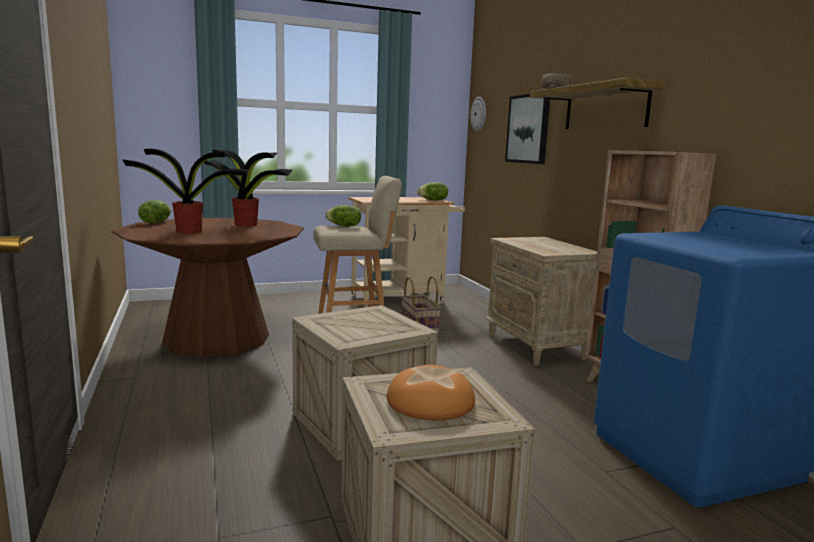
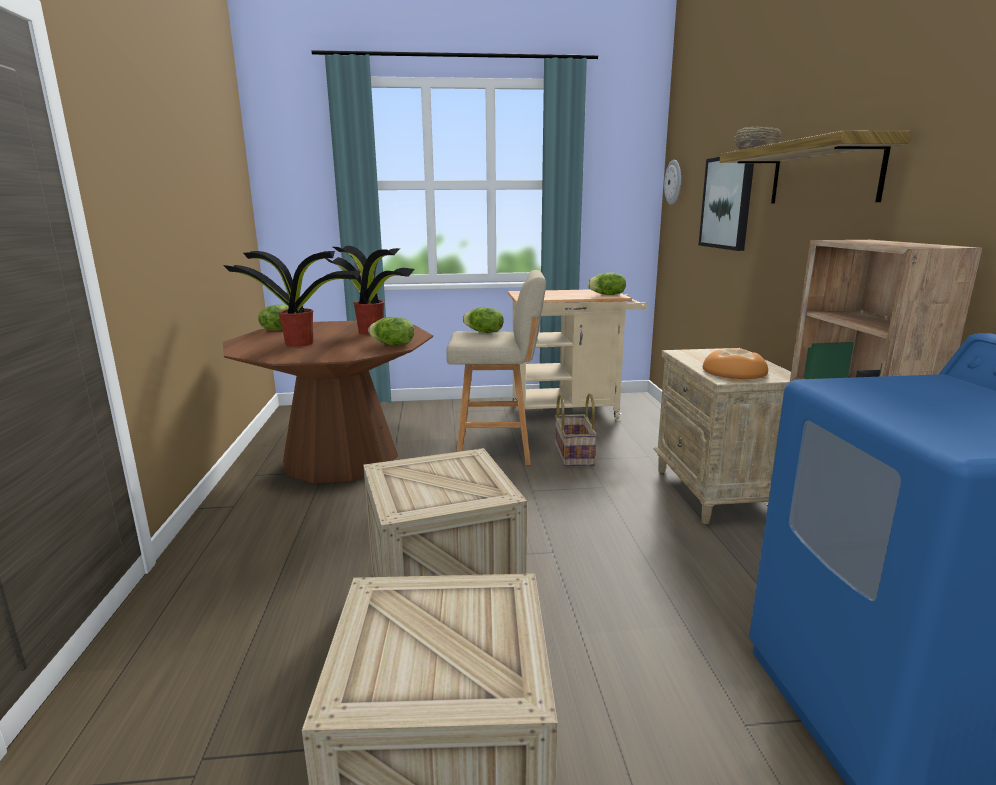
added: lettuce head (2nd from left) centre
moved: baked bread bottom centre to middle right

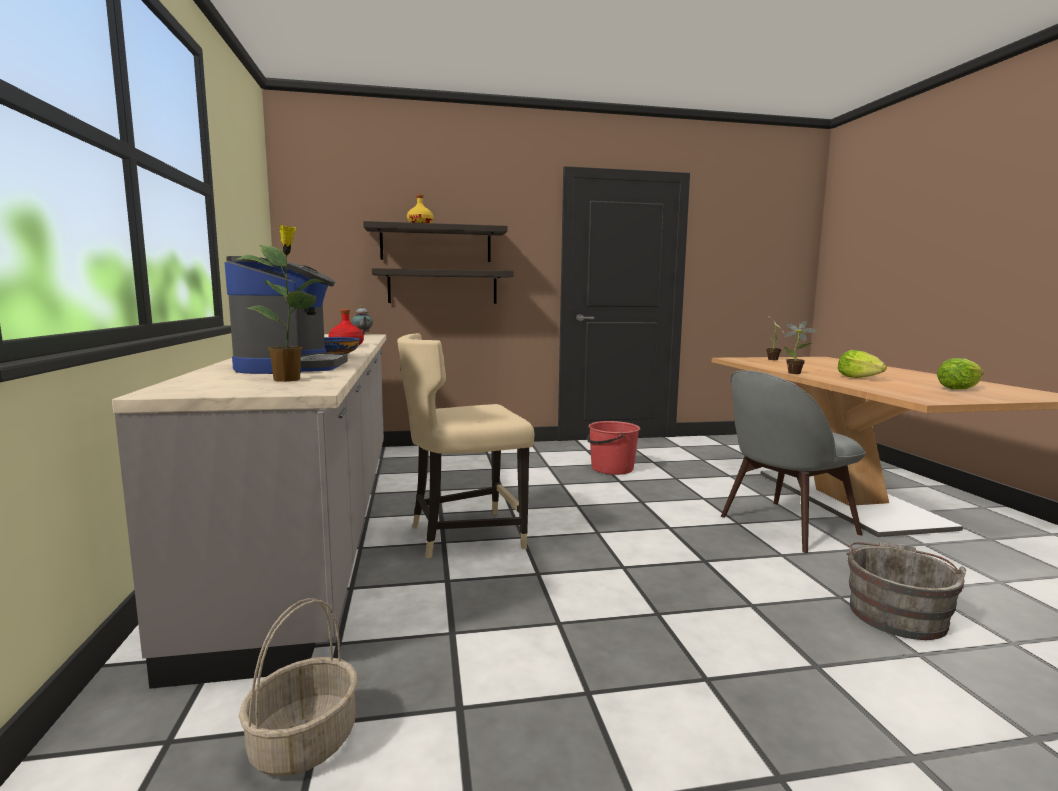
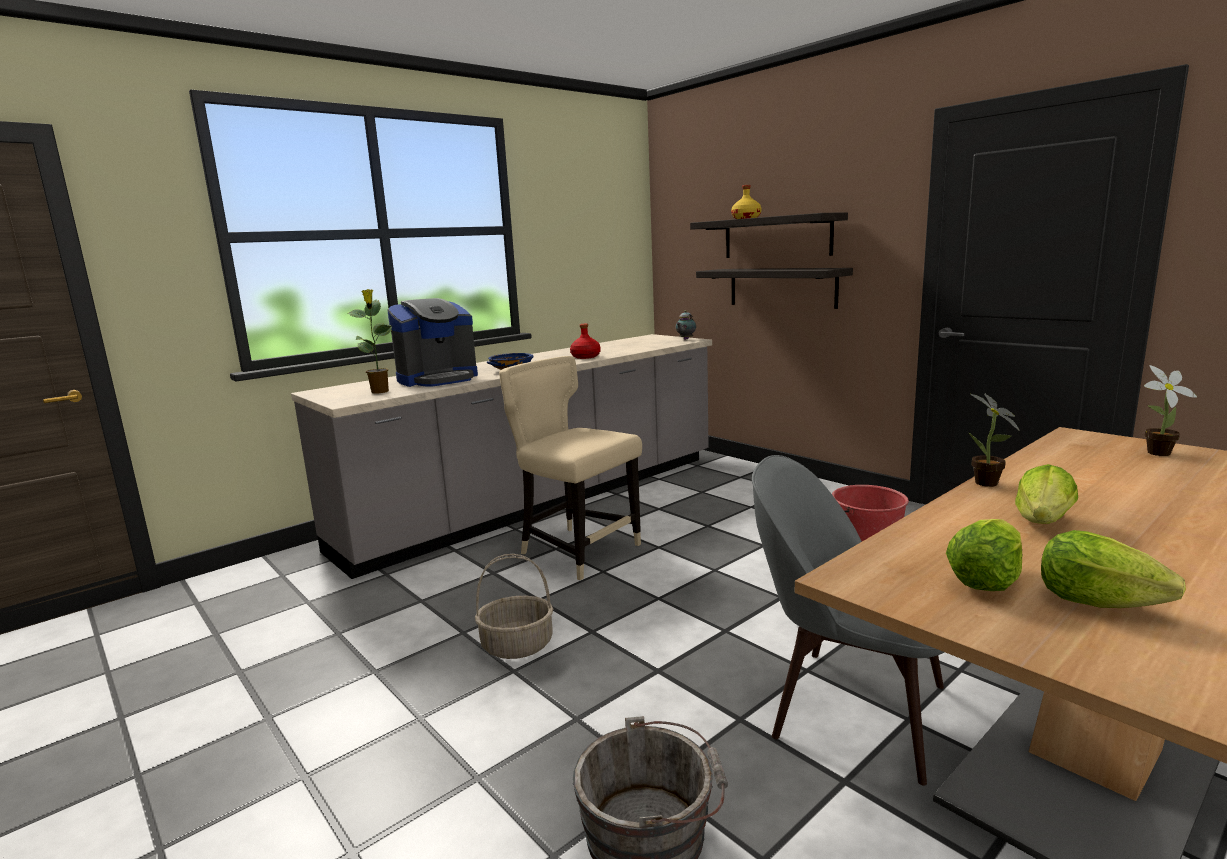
added: lettuce head (1st from left) middle right
moved: household basket bottom left to bottom centre

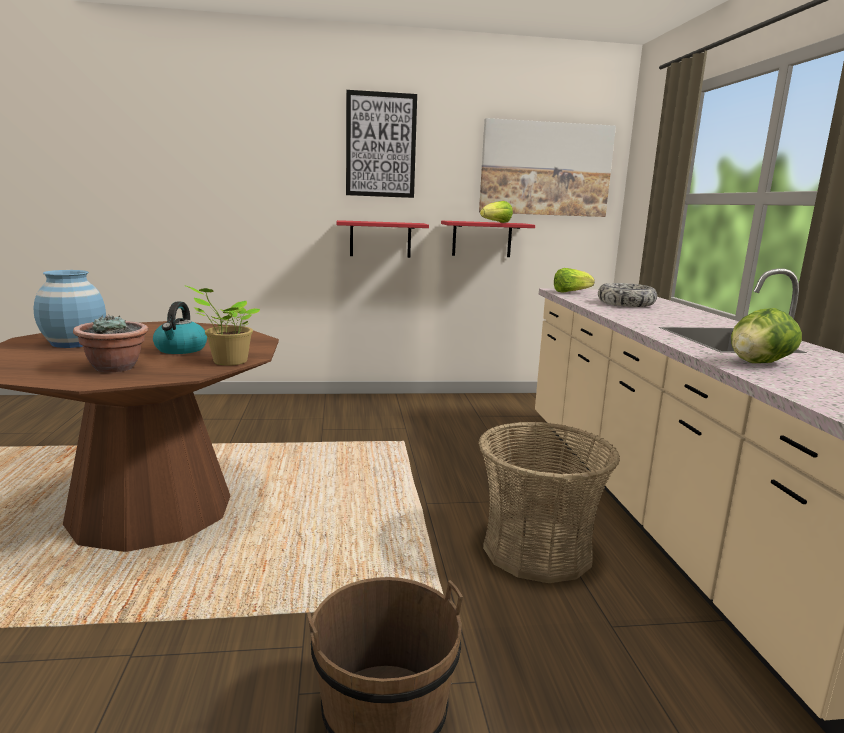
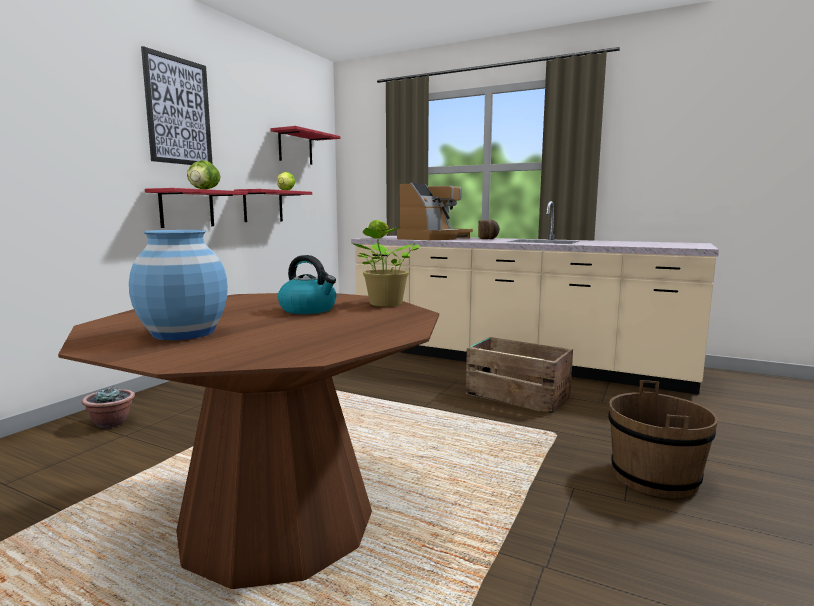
added: baked bread centre
moved: potted plant (1st from left) middle left to bottom left; lettuce head (3rd from left in the first image) middle right to lettuce head (1st from left) top left
replaced: household basket bottom centre to crate centre; picture (2nd from left) top centre to red wall shelf (3rd from left) top centre; deep dish middle right to coffee machine centre

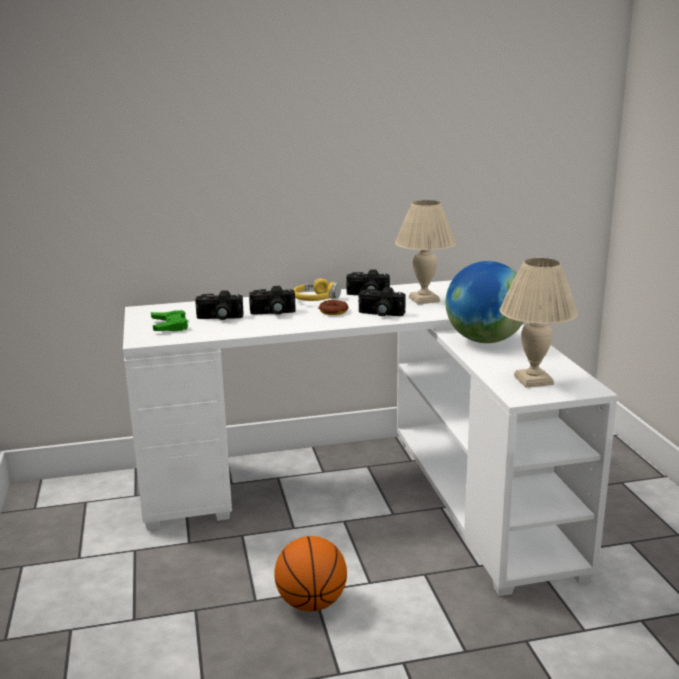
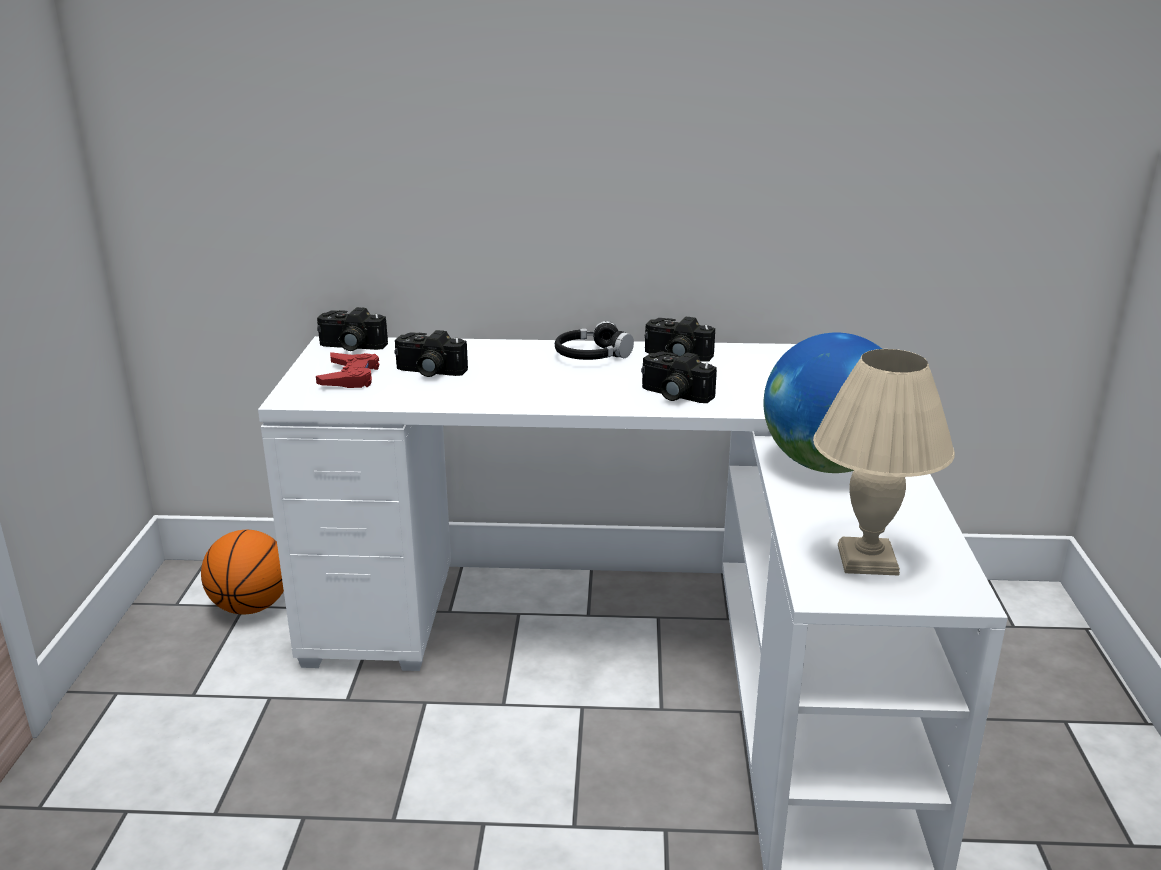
removed: doughnut centre; beige table lamp (1st from left) centre
moved: still camera (2nd from left in the first image) centre to still camera (1st from left) middle left; ball for basketball bottom centre to middle left
recoloured: green gamepad middle left to red gamepad middle left; yellow-coloured pair of headphones centre to black pair of headphones centre

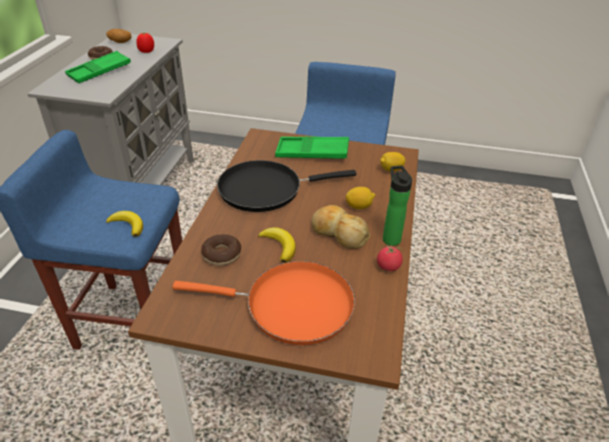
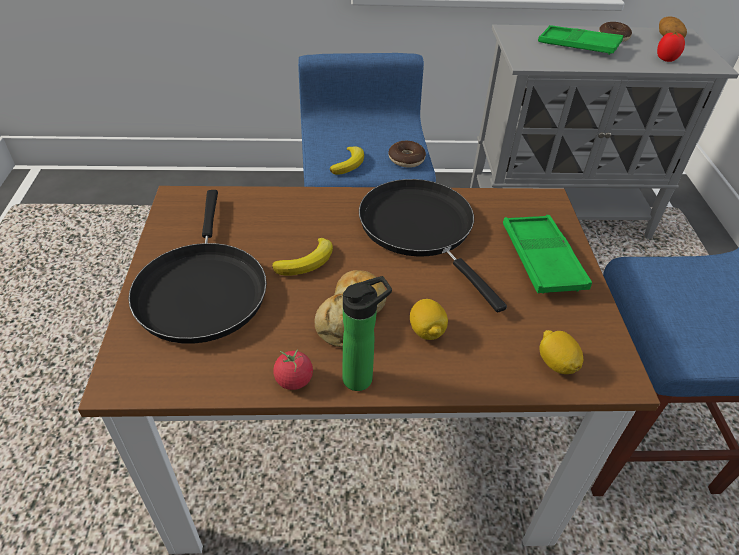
moved: doughnut (2nd from left in the first image) centre to doughnut (1st from left) top centre
recoloured: orange-coloured pan bottom centre to black pan (1st from left) middle left

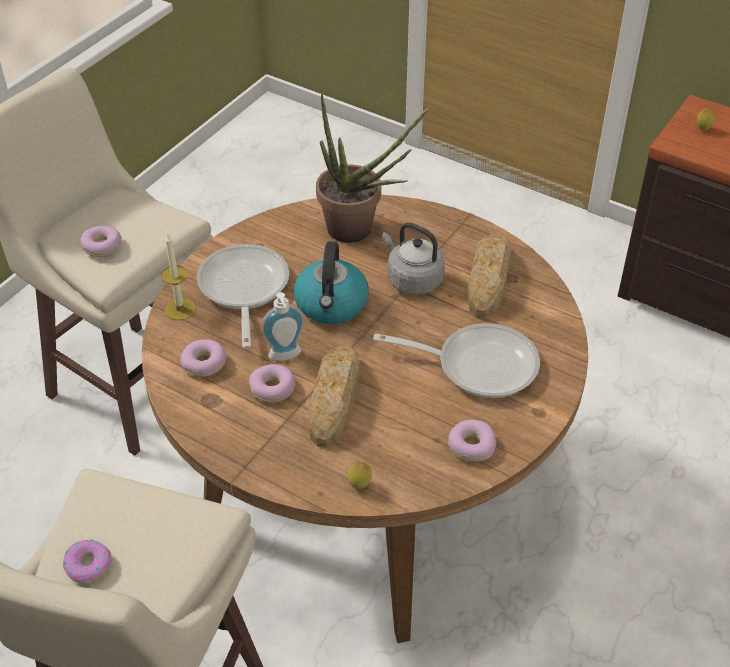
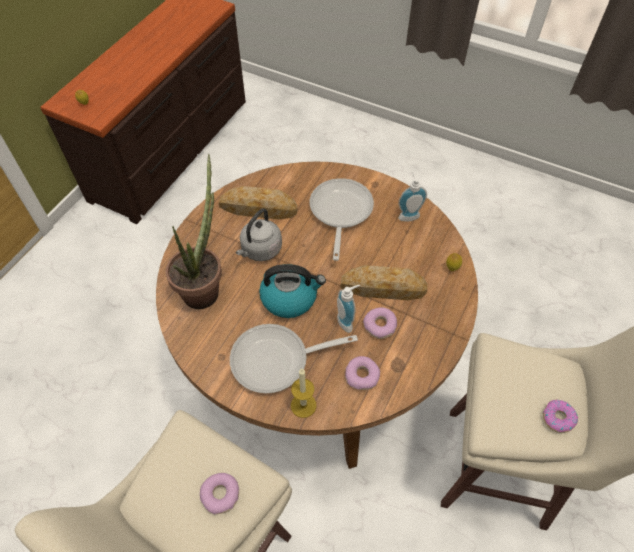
replaced: doughnut (5th from left) centre to soap bottle (2nd from left) centre

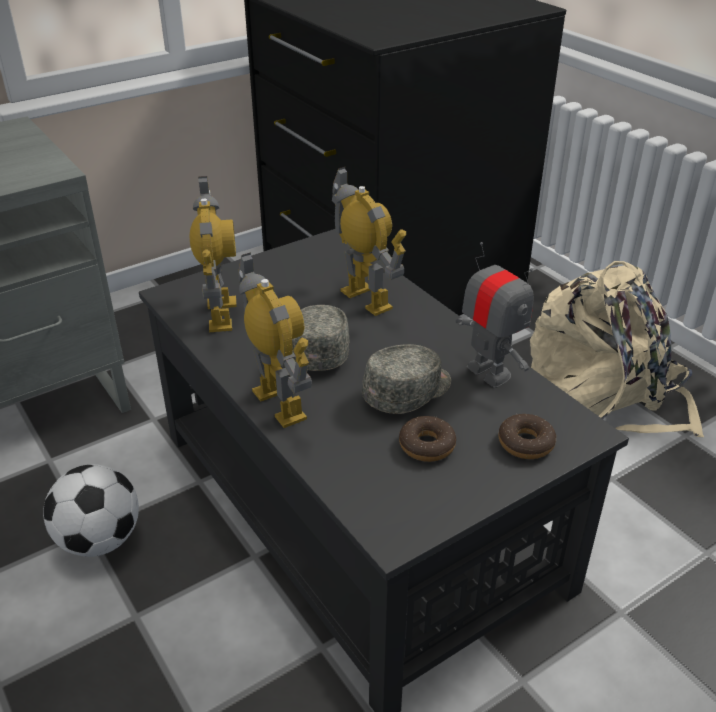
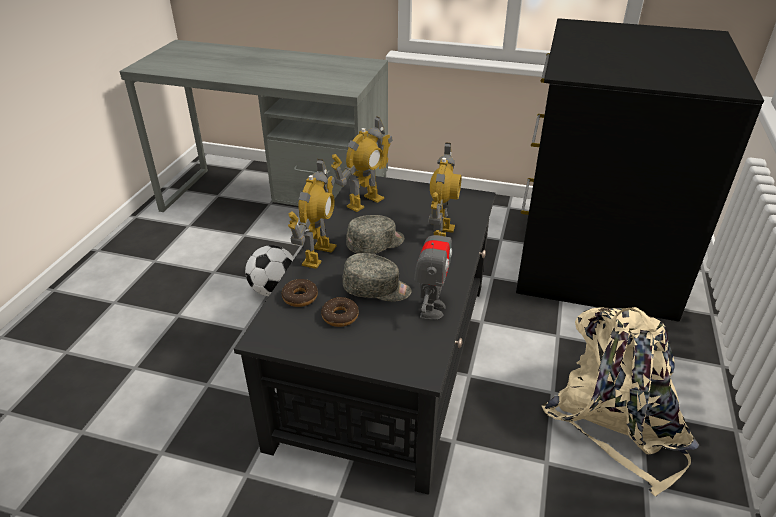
moved: doughnut (2nd from left in the first image) middle right to doughnut (1st from left) centre

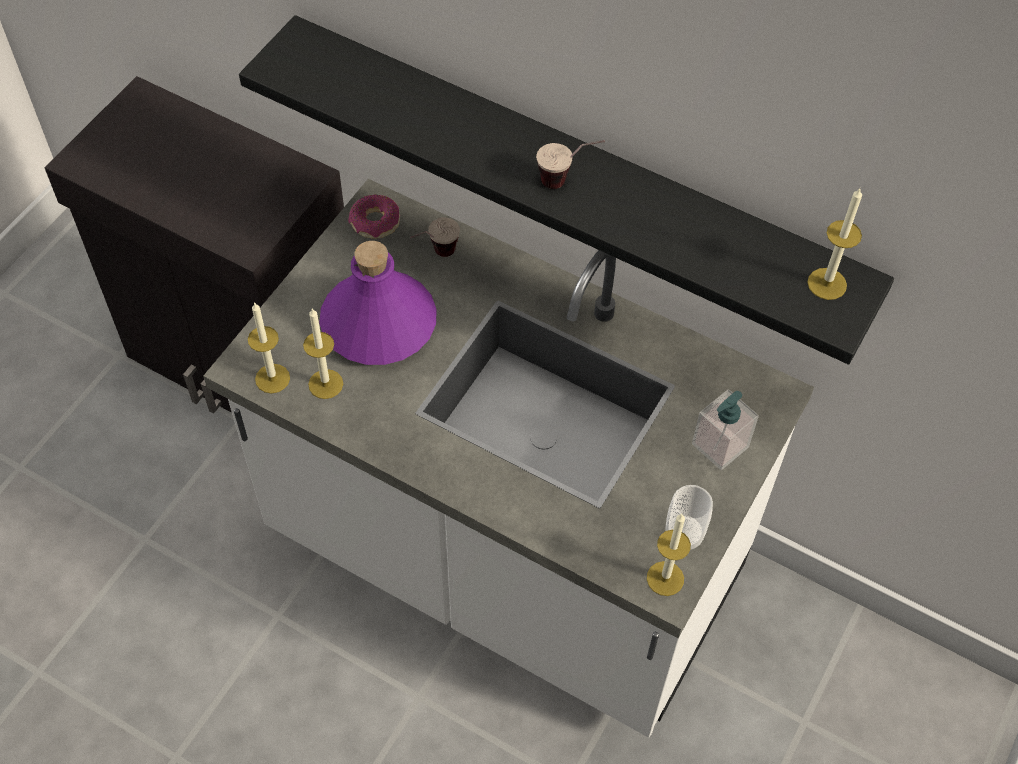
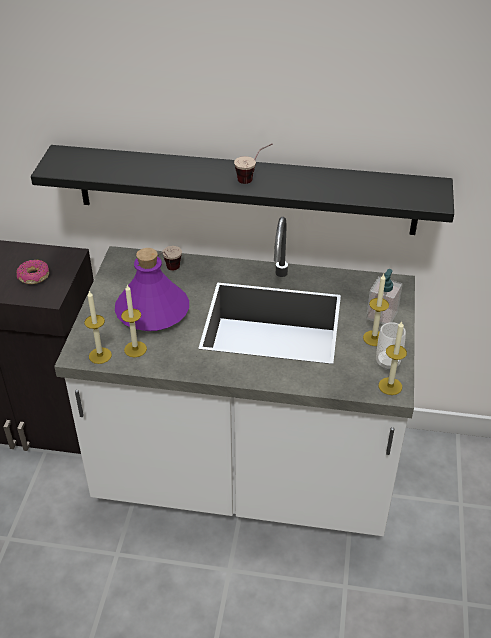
moved: doughnut top centre to middle left; wax candle (4th from left in the first image) top right to wax candle (3rd from left) middle right

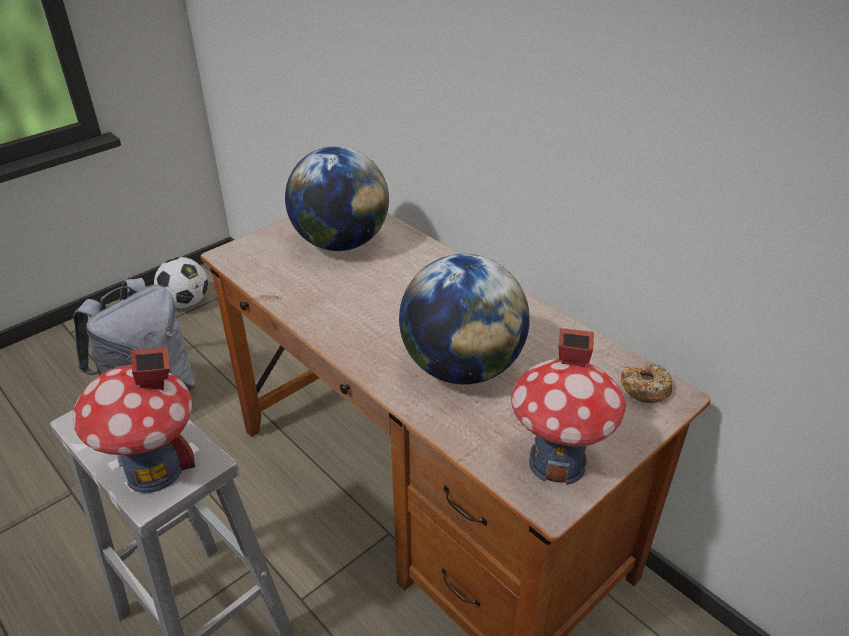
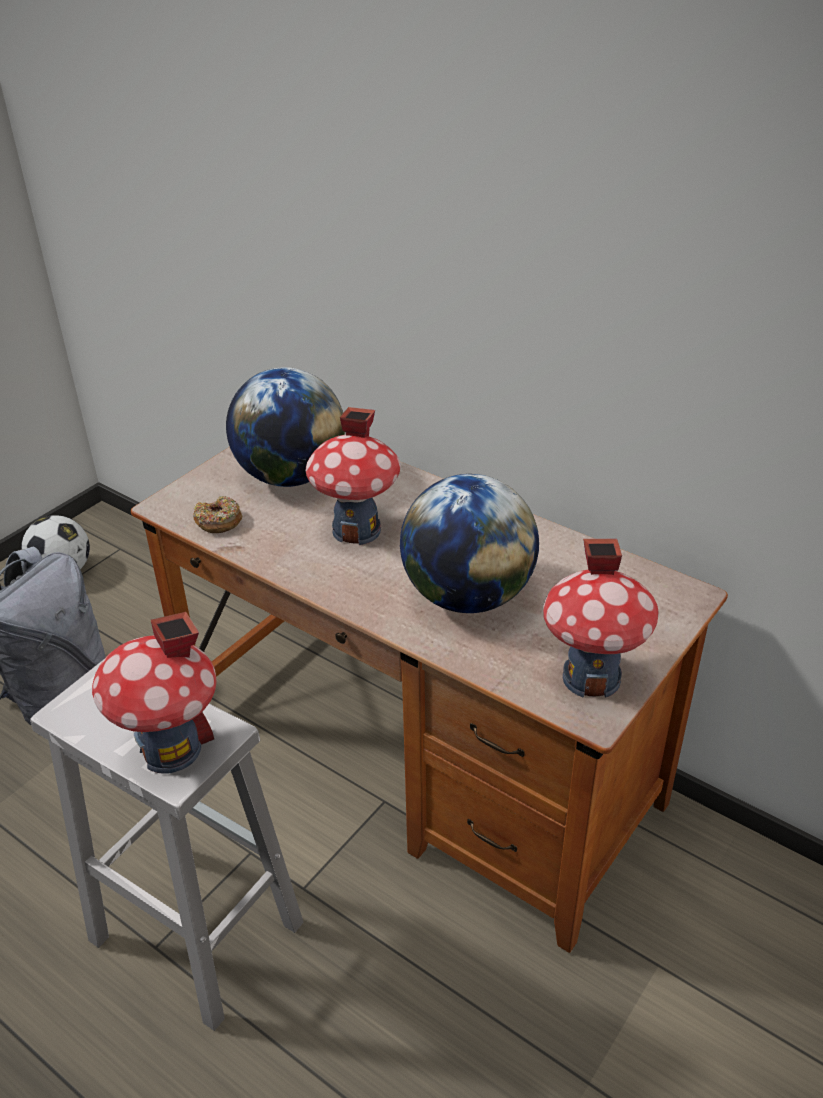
added: toy house (2nd from left) centre
moved: doughnut middle right to middle left

